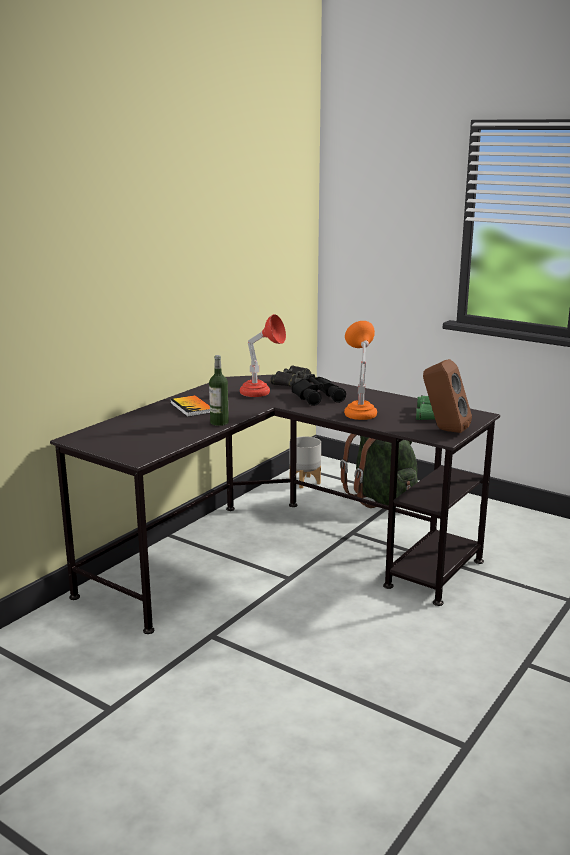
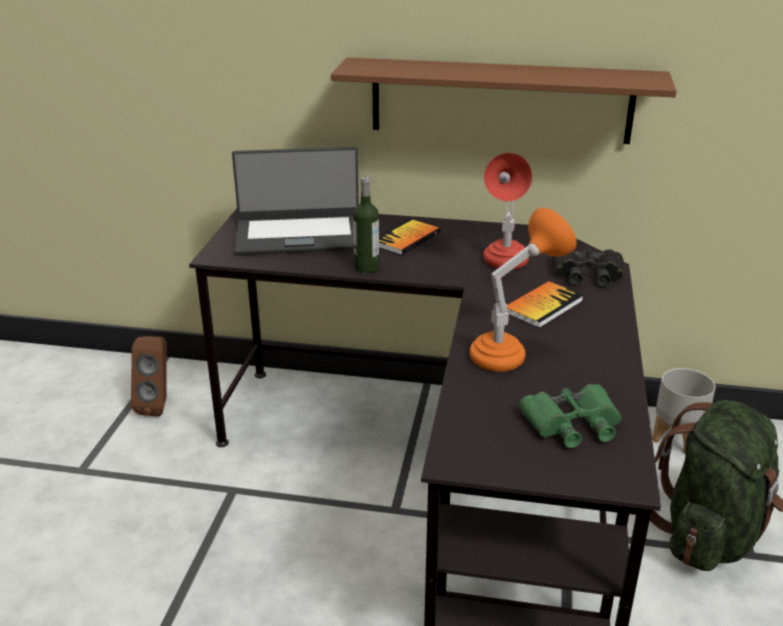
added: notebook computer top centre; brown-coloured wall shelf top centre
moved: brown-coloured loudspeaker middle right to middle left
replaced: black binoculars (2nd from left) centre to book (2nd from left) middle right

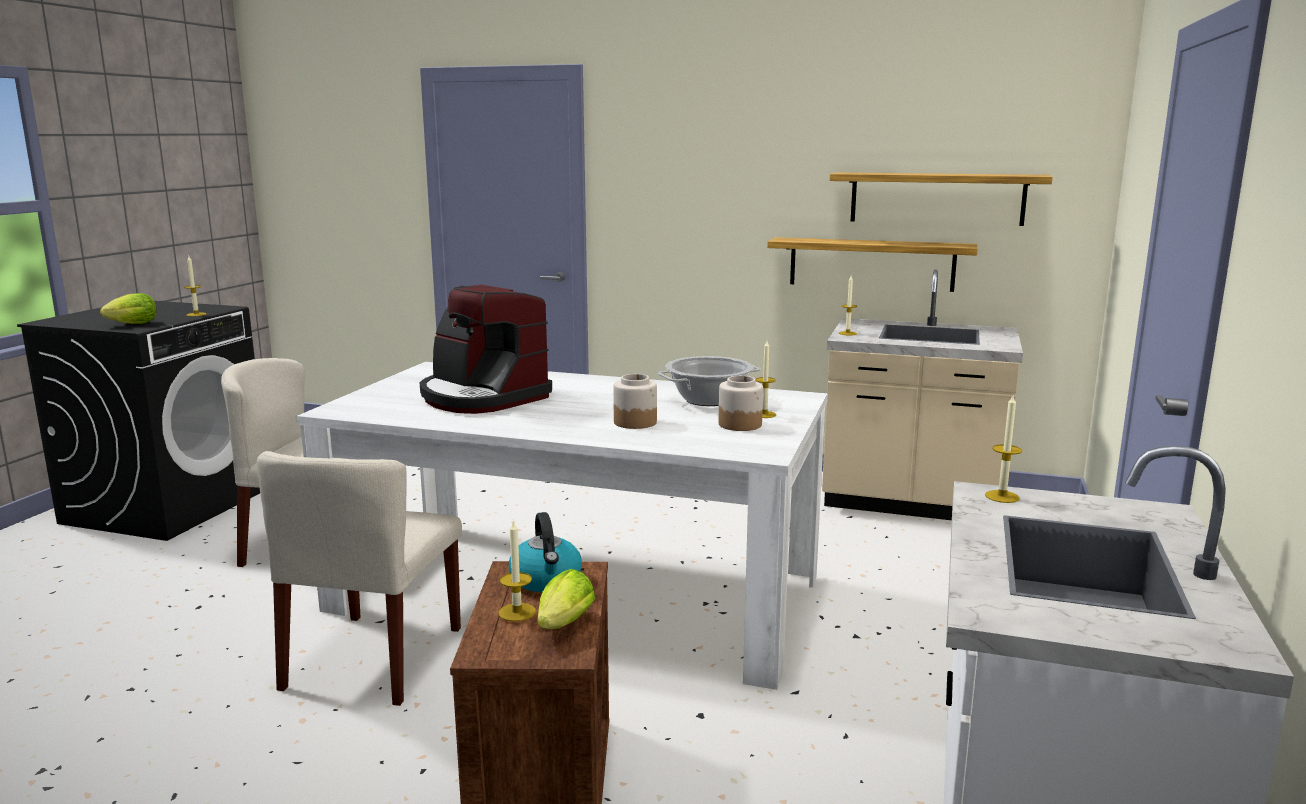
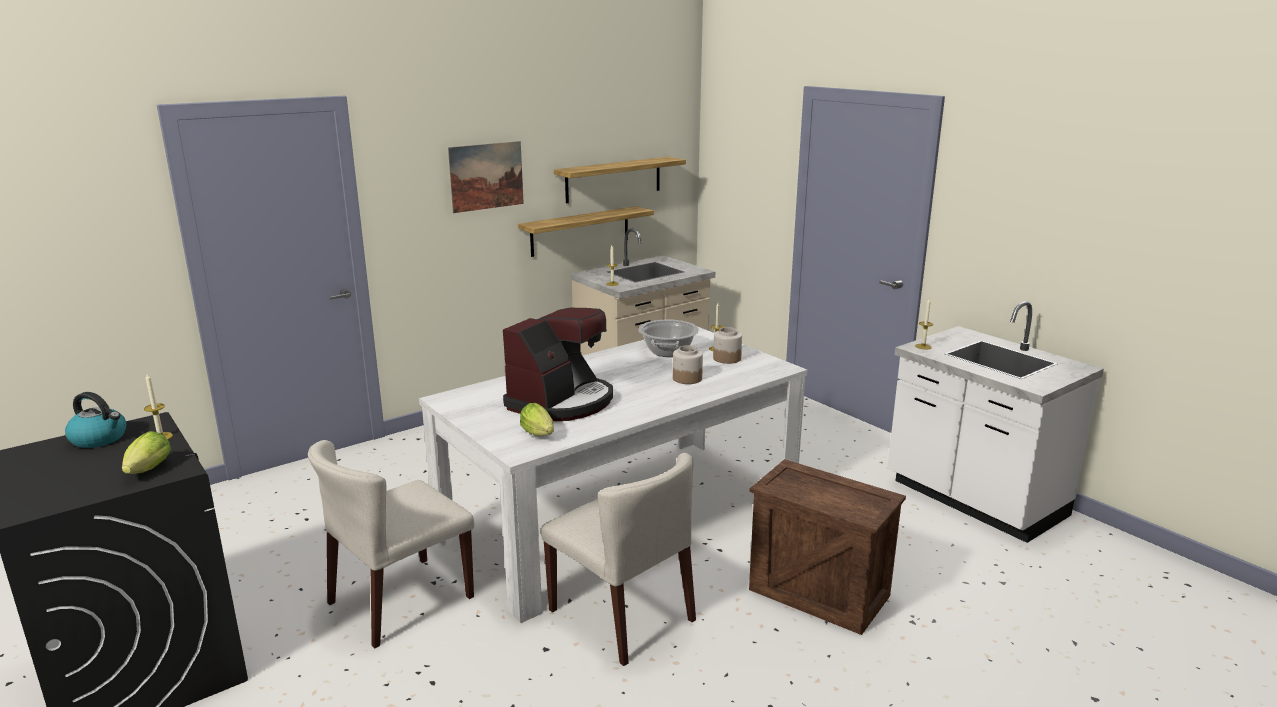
removed: wax candle (2nd from left) bottom centre
added: picture top centre
moved: water kettle bottom centre to middle left; lettuce head (2nd from left) bottom centre to centre
turned: coffee machine centre = centre 45 degrees counterclockwise

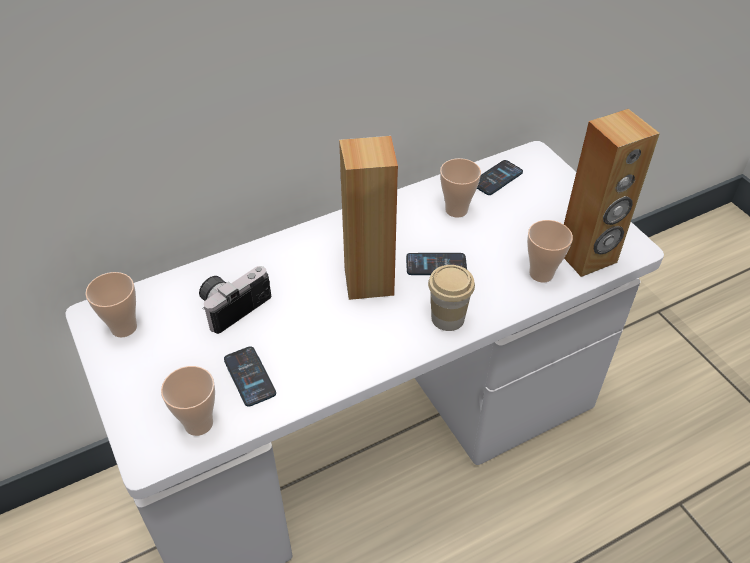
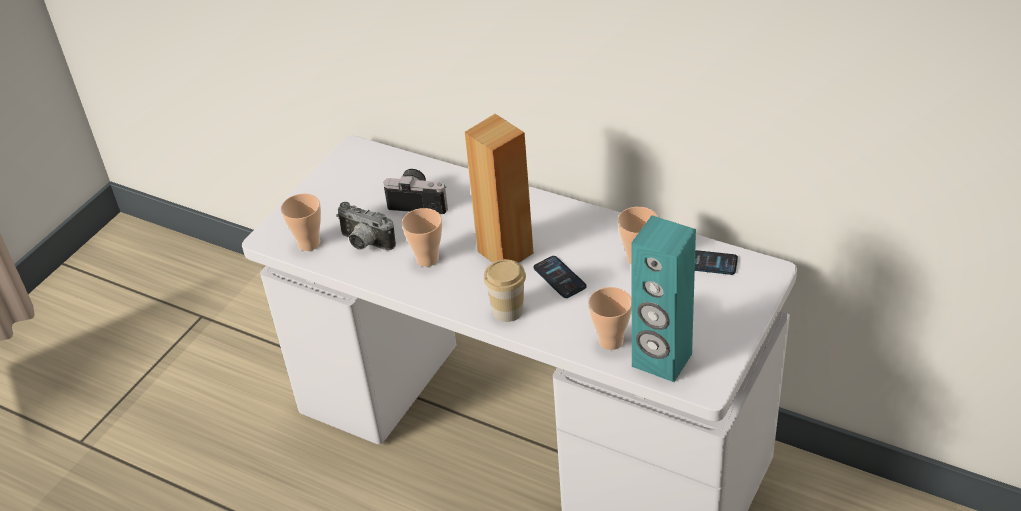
moved: small cup (1st from left in the first image) middle left to small cup (2nd from left) centre
replaced: telephone (1st from left) bottom centre to still camera (1st from left) centre
recoloured: brown-coloured loudspeaker (2nd from left) middle right to blue-green loudspeaker centre

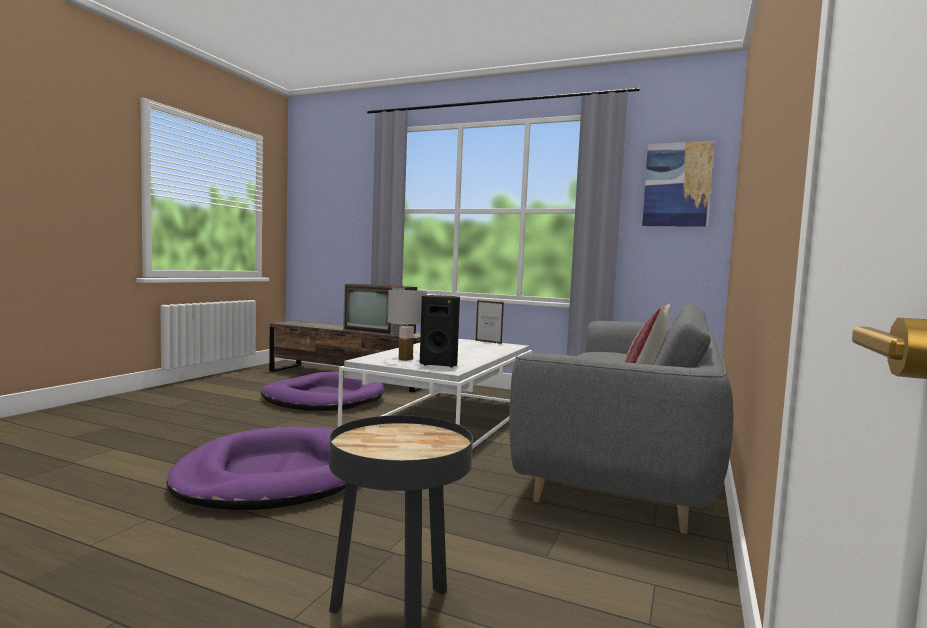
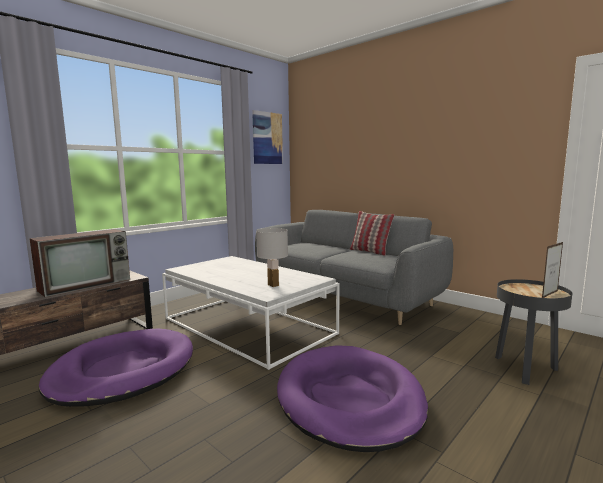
removed: black loudspeaker centre
moved: photo frame centre to middle right

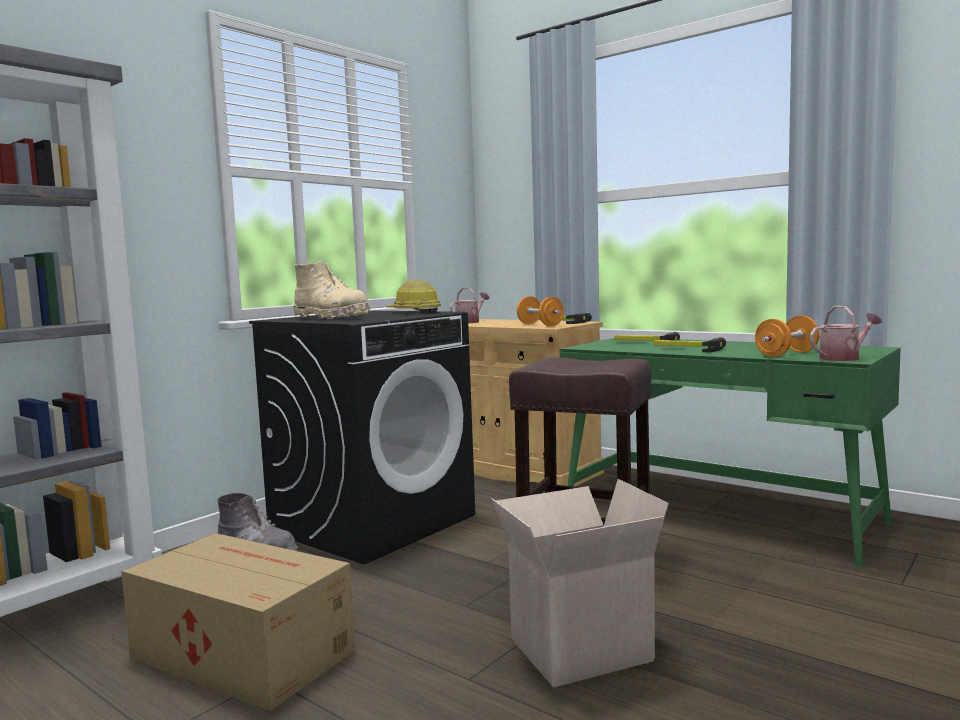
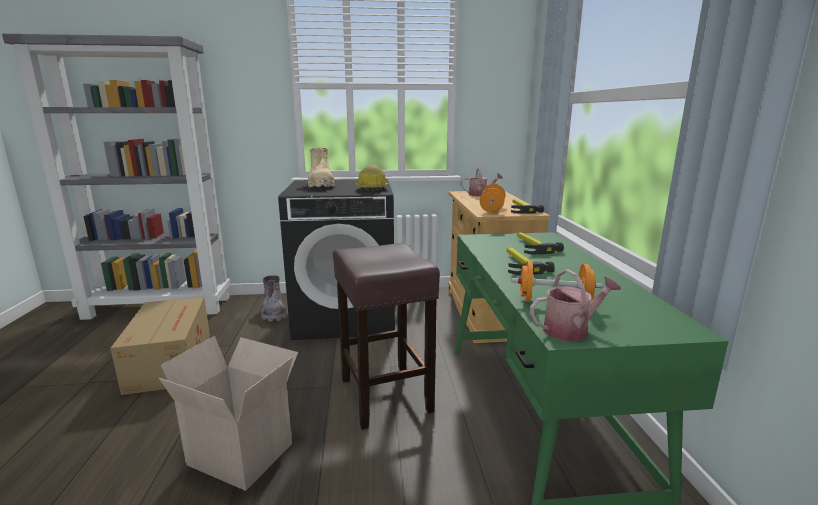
turned: sprinkling can (2nd from left) middle right = middle right 45 degrees counterclockwise

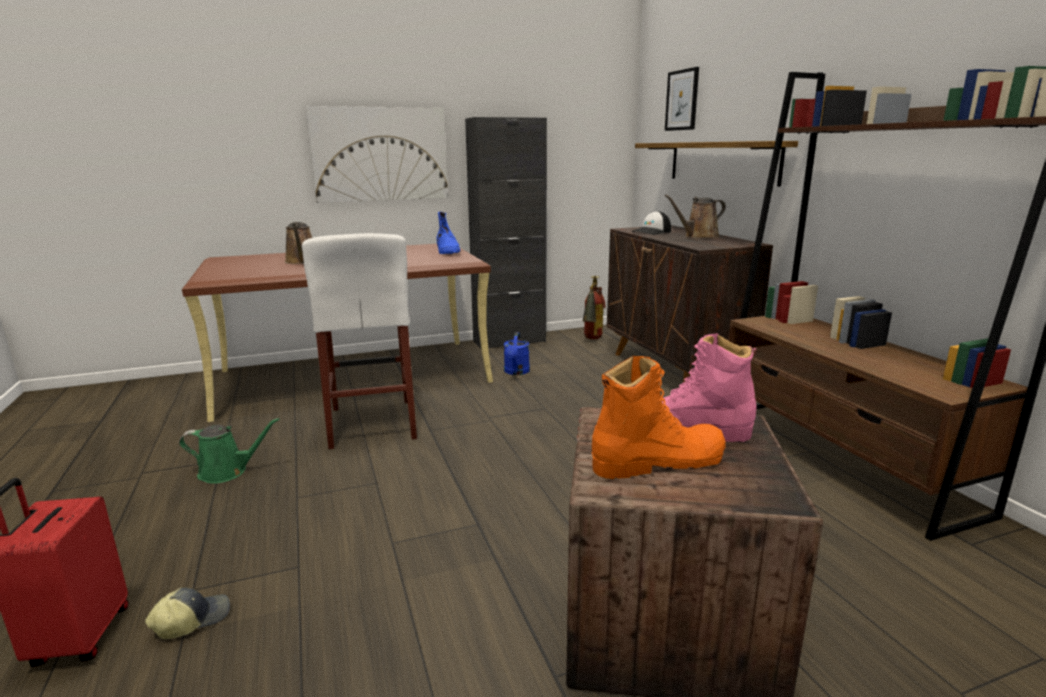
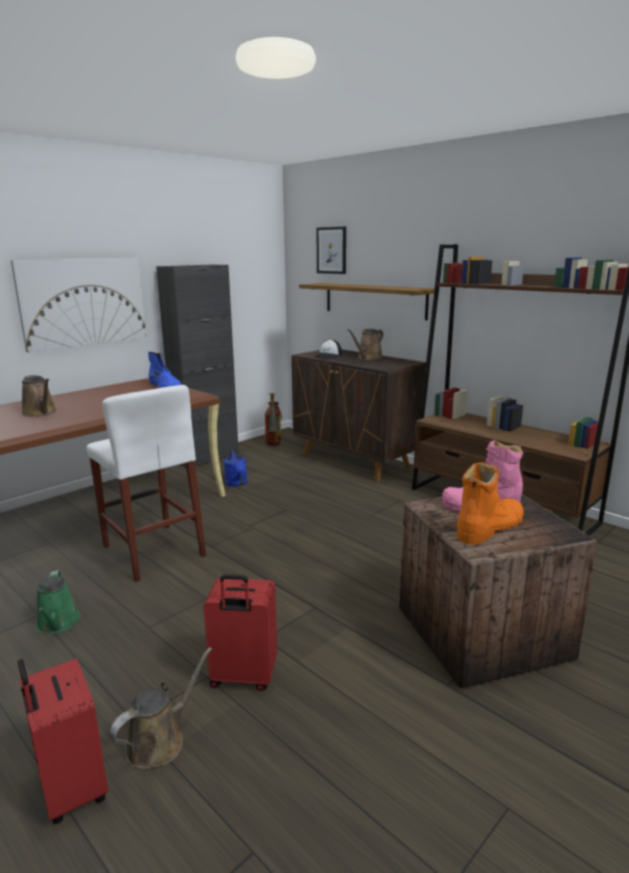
added: red suitcase (2nd from left) bottom centre
replaced: baseball cap (1st from left) bottom left to brown-coloured sprinkling can (2nd from left) bottom left
turned: green sprinkling can middle left = bottom left 105 degrees clockwise

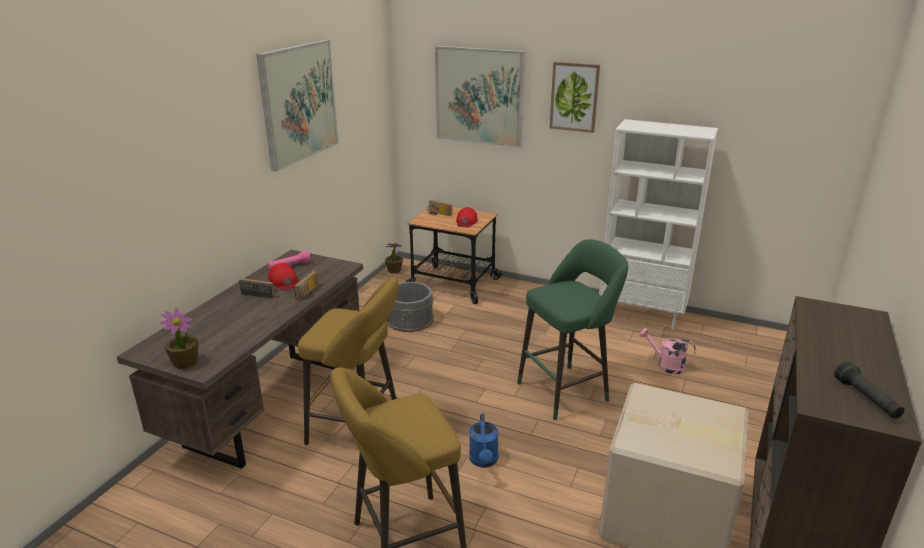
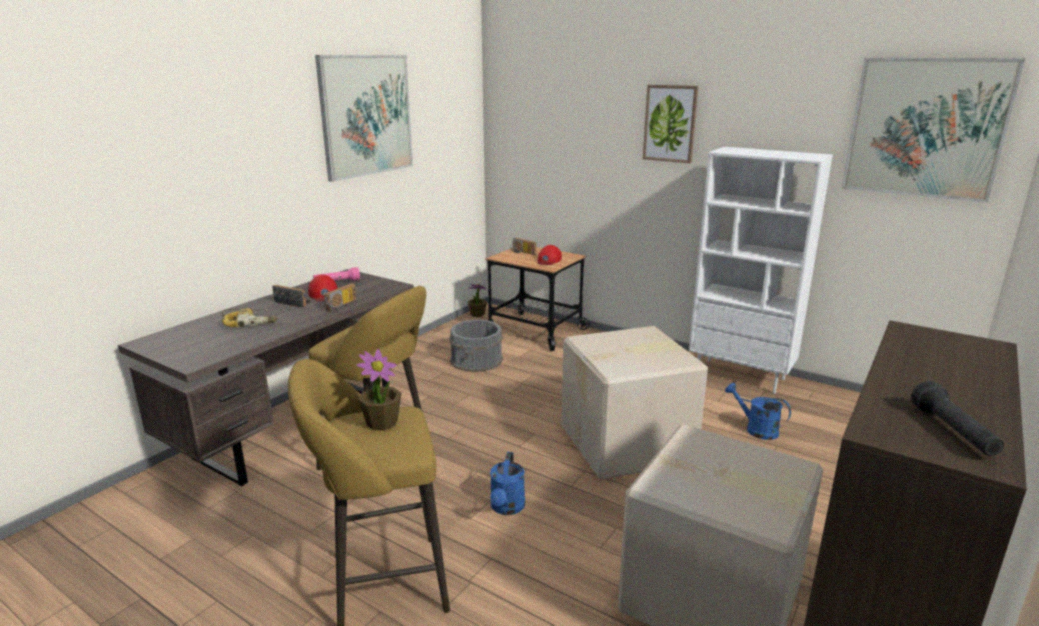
added: electric drill middle left
moved: potted plant (1st from left) middle left to centre; picture (2nd from left in the first image) top centre to picture (3rd from left) top right
replaced: green stool centre to cardboard box (1st from left) centre
recoloured: pink sprinkling can middle right to bluish sprinkling can (2nd from left) middle right

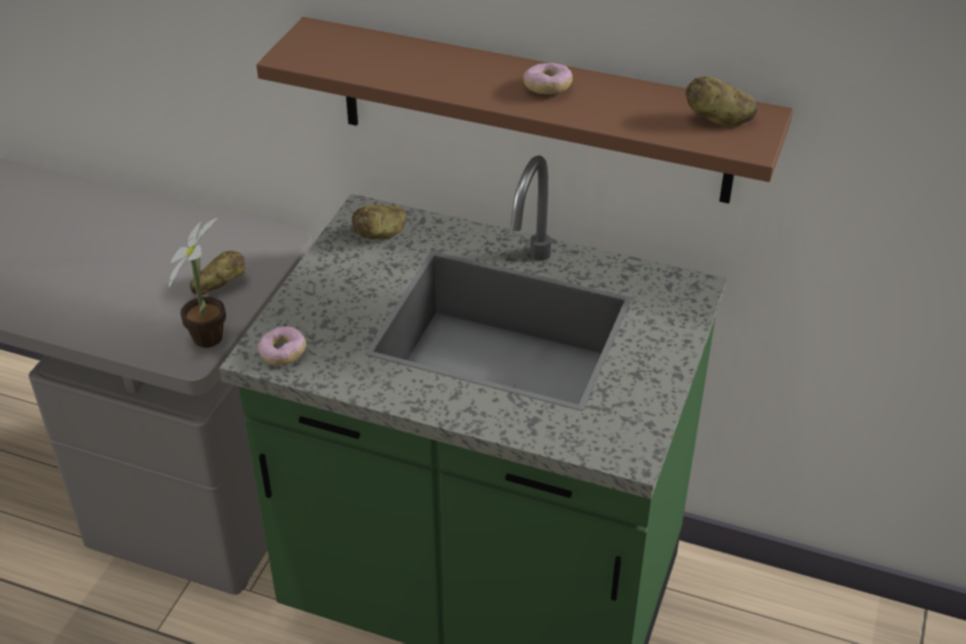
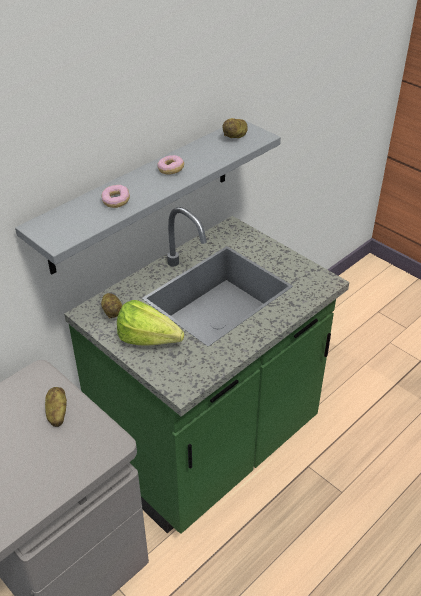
removed: potted plant middle left
added: lettuce head centre
moved: doughnut (1st from left) middle left to top left
recoloured: brown-coloured wall shelf top centre to grey wall shelf top centre

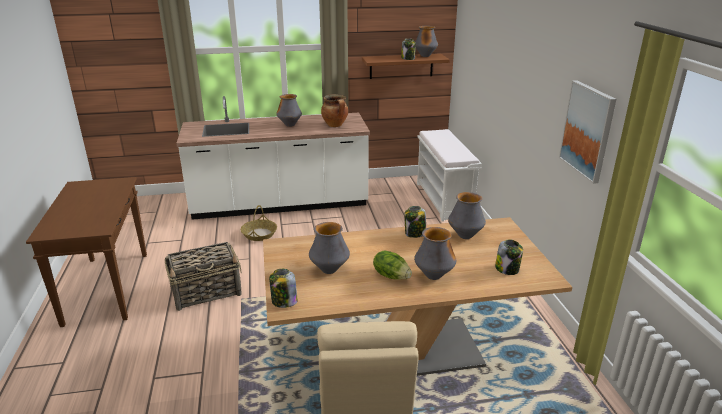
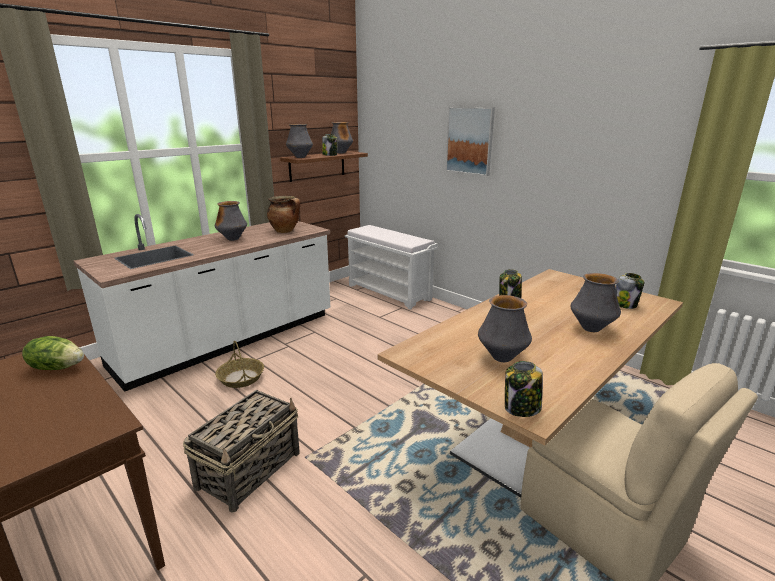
moved: lettuce head centre to middle left; decorative vase (5th from left in the first image) centre to decorative vase (2nd from left) top centre; picture top right to top centre

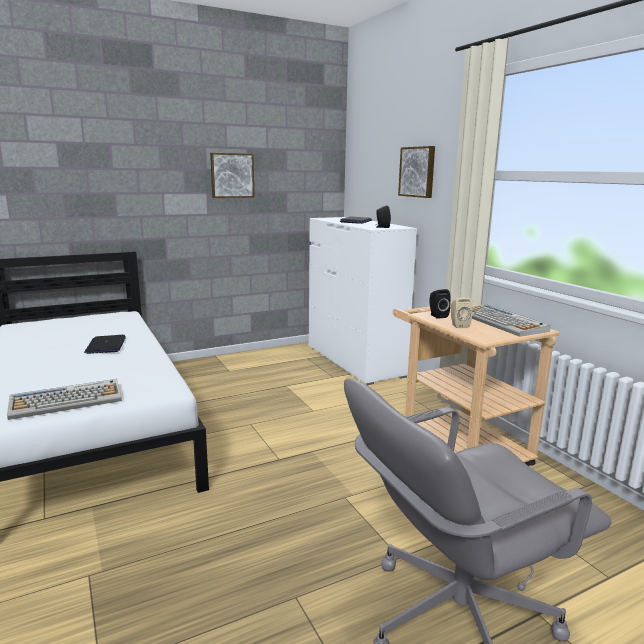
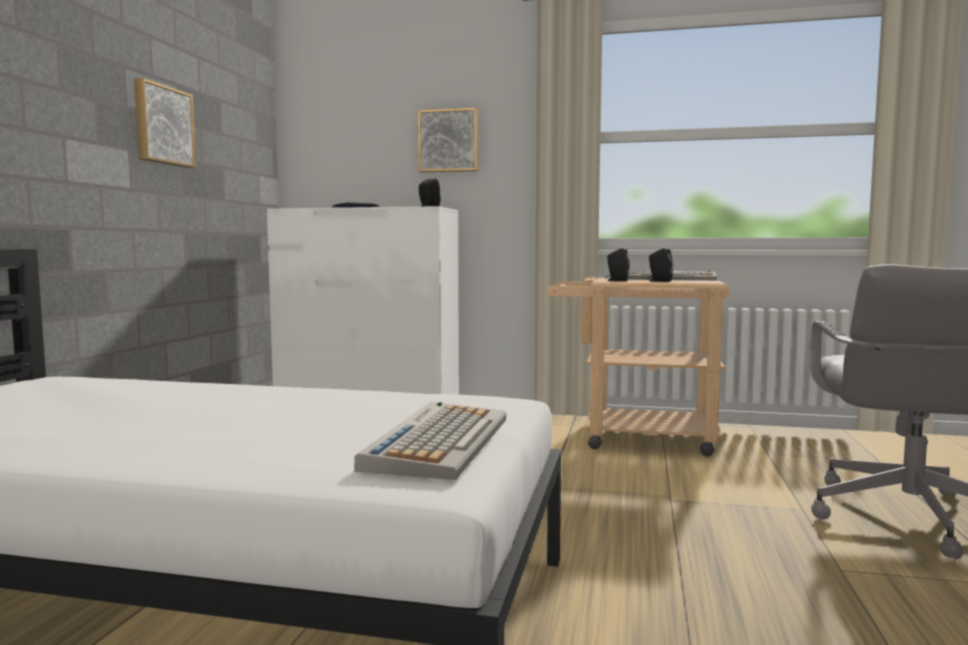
removed: notebook computer (1st from left) middle left
recoloured: beige loudspeaker middle right to black loudspeaker (3rd from left) middle right

